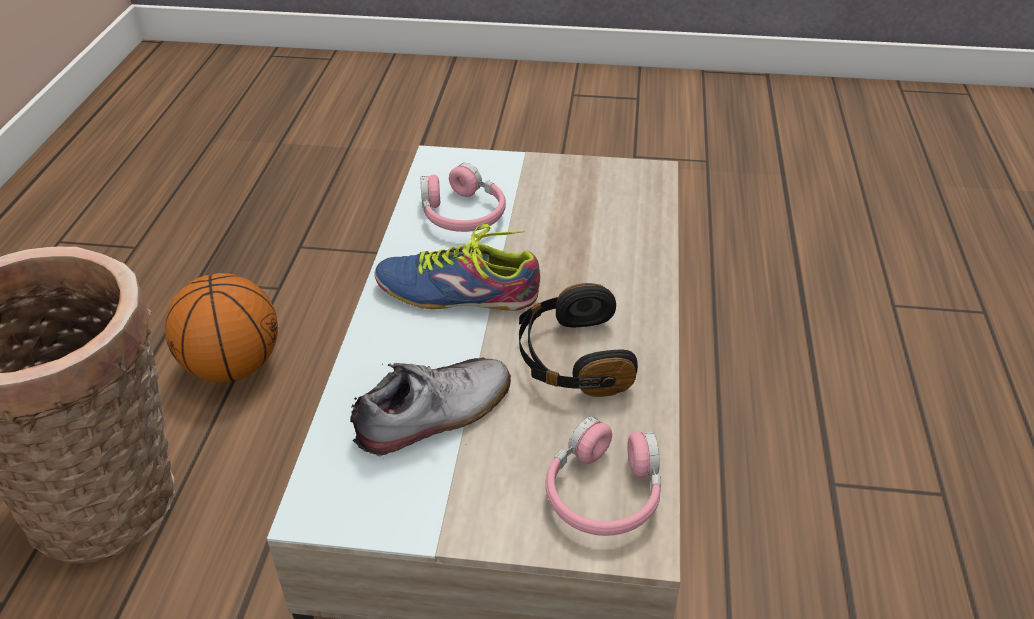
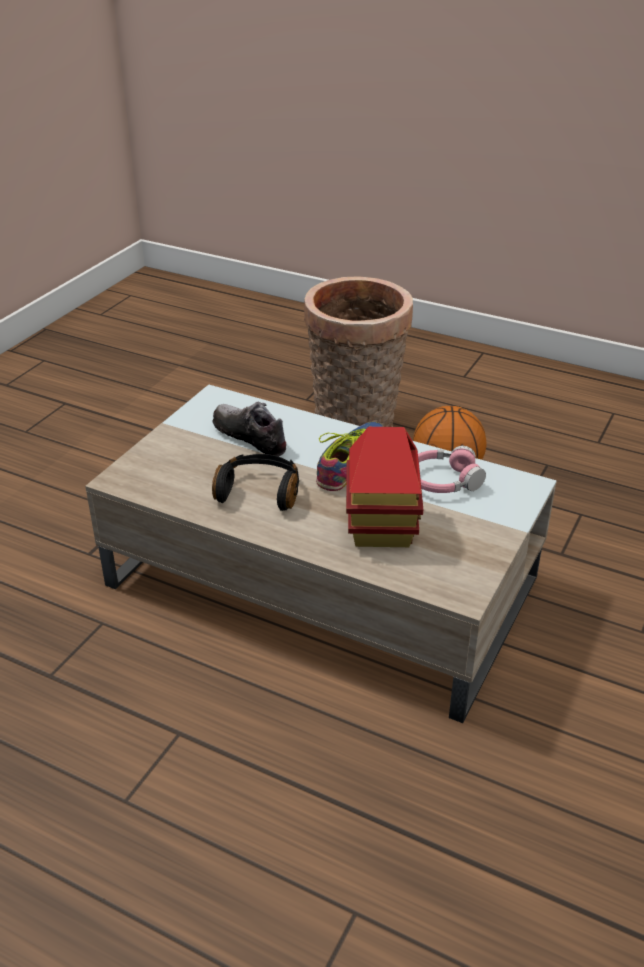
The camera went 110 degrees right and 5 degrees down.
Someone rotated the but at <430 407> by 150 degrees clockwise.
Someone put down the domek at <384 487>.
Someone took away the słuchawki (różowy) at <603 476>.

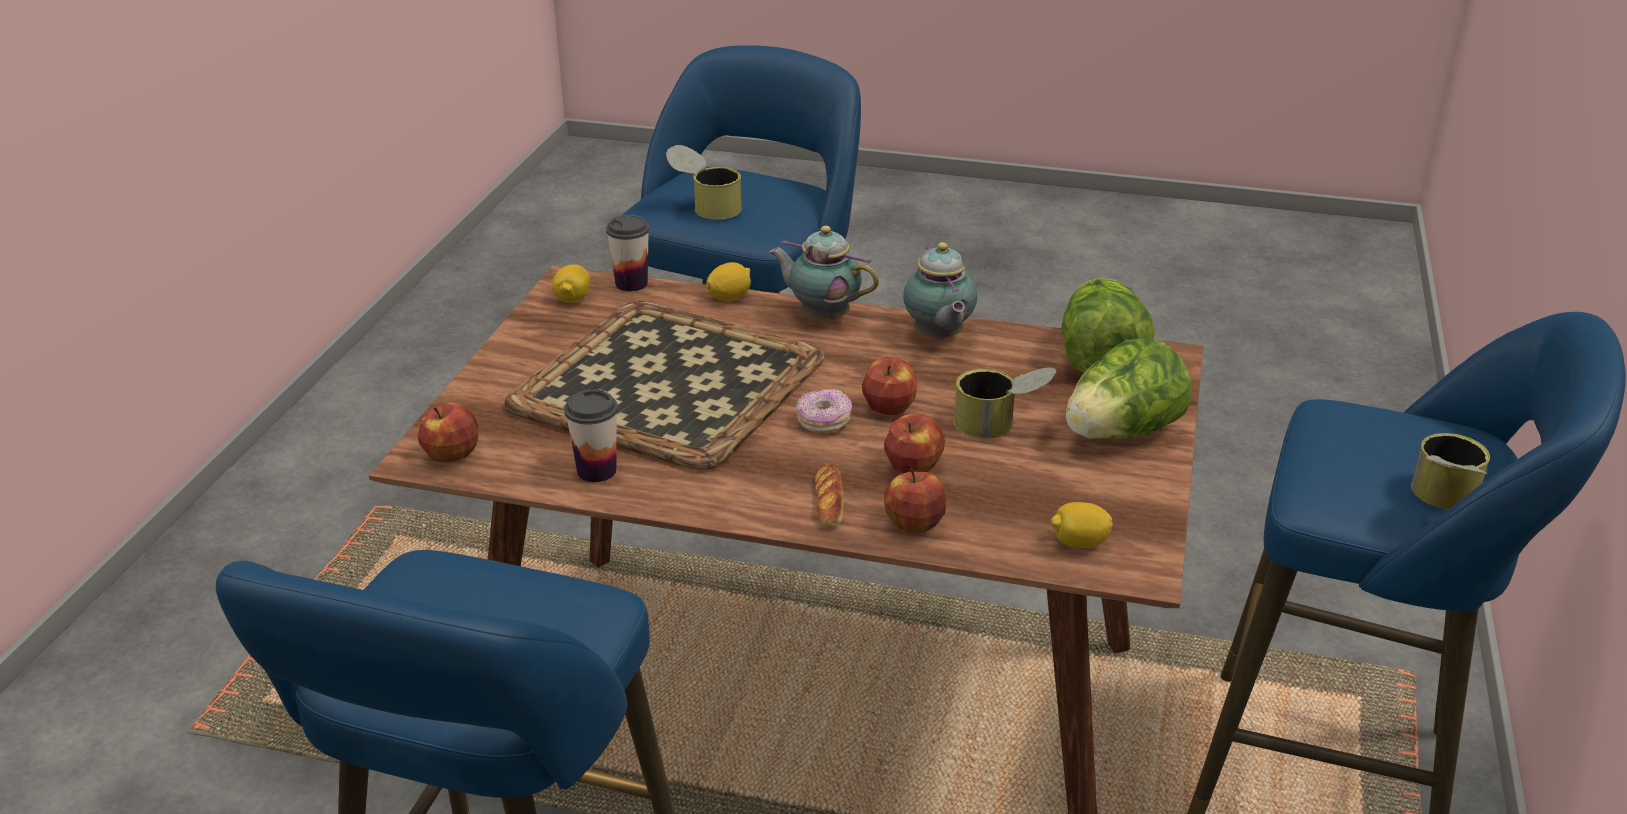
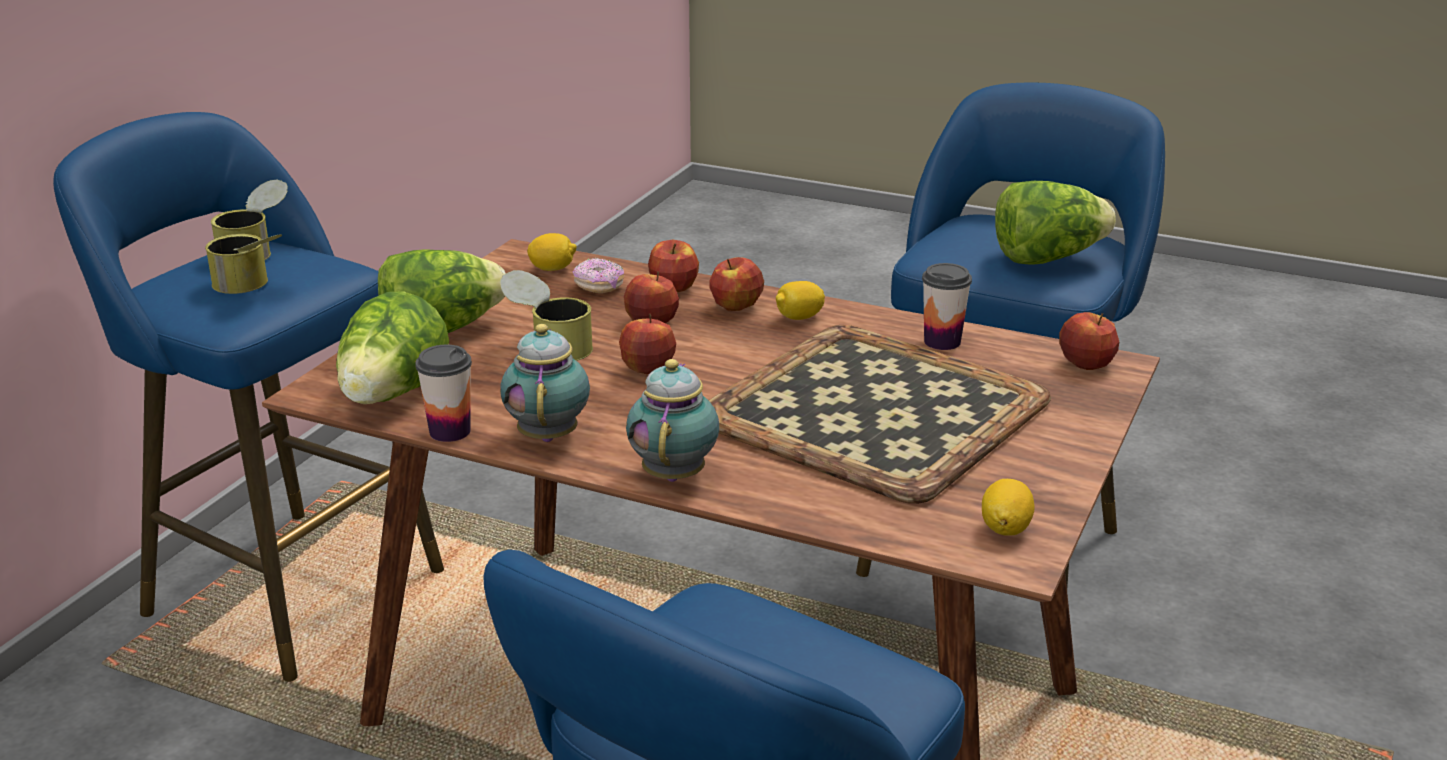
The camera went 170 degrees left and 5 degrees down.
Someone carried the puszka from <704 182> to <243 264>.
Someone carried the filiżanka from <628 253> to <443 393>.
Someone carried the donut from <824 411> to <598 275>.
Someone rotated the imbryk at <824 273> by 120 degrees counterclockwise.
Someone swapped the chleb at <829 495> for the jabłko at <736 284>.
Someone carried the cytryna from <728 282> to <800 300>.
Someone put down the sałata at <1055 223>.

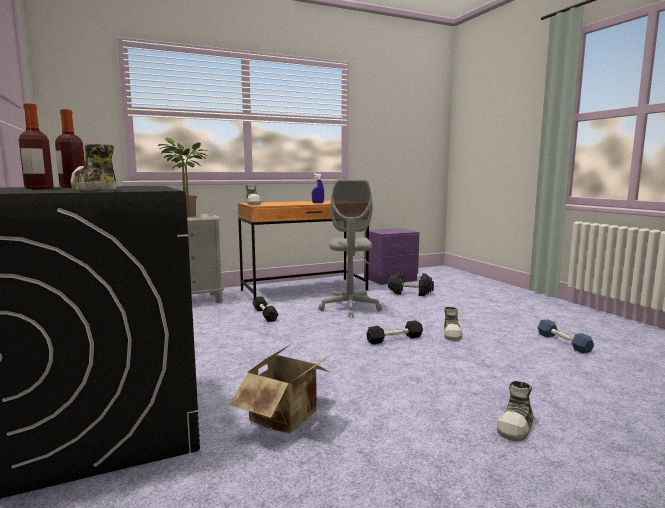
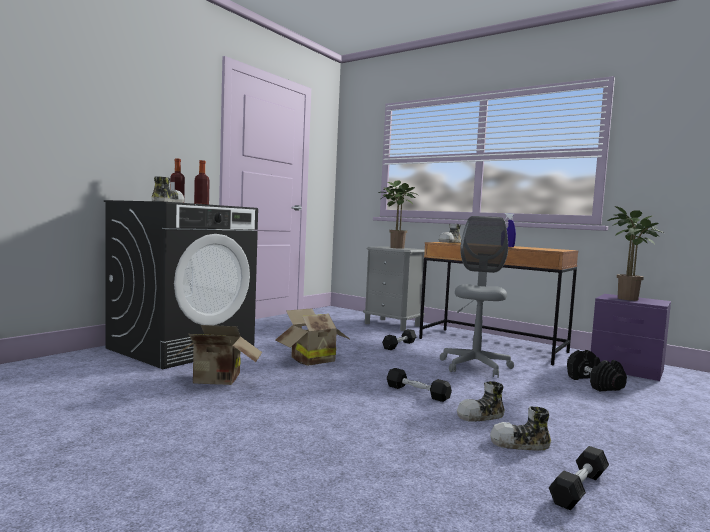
The camera went 60 degrees right and 5 degrees down.
Someone put down the karton at <313 337>.
Someone rotated the krzesło biurowe (szary) at <350 248> by 135 degrees clockwise.
Someone carried the but from <515 411> to <520 428>.
Someone repainted the hantel (niebieski) at <565 336>, which became the hantel (czarny) at <579 478>.
Someone put down the roślina doniczkowa at <636 253>.

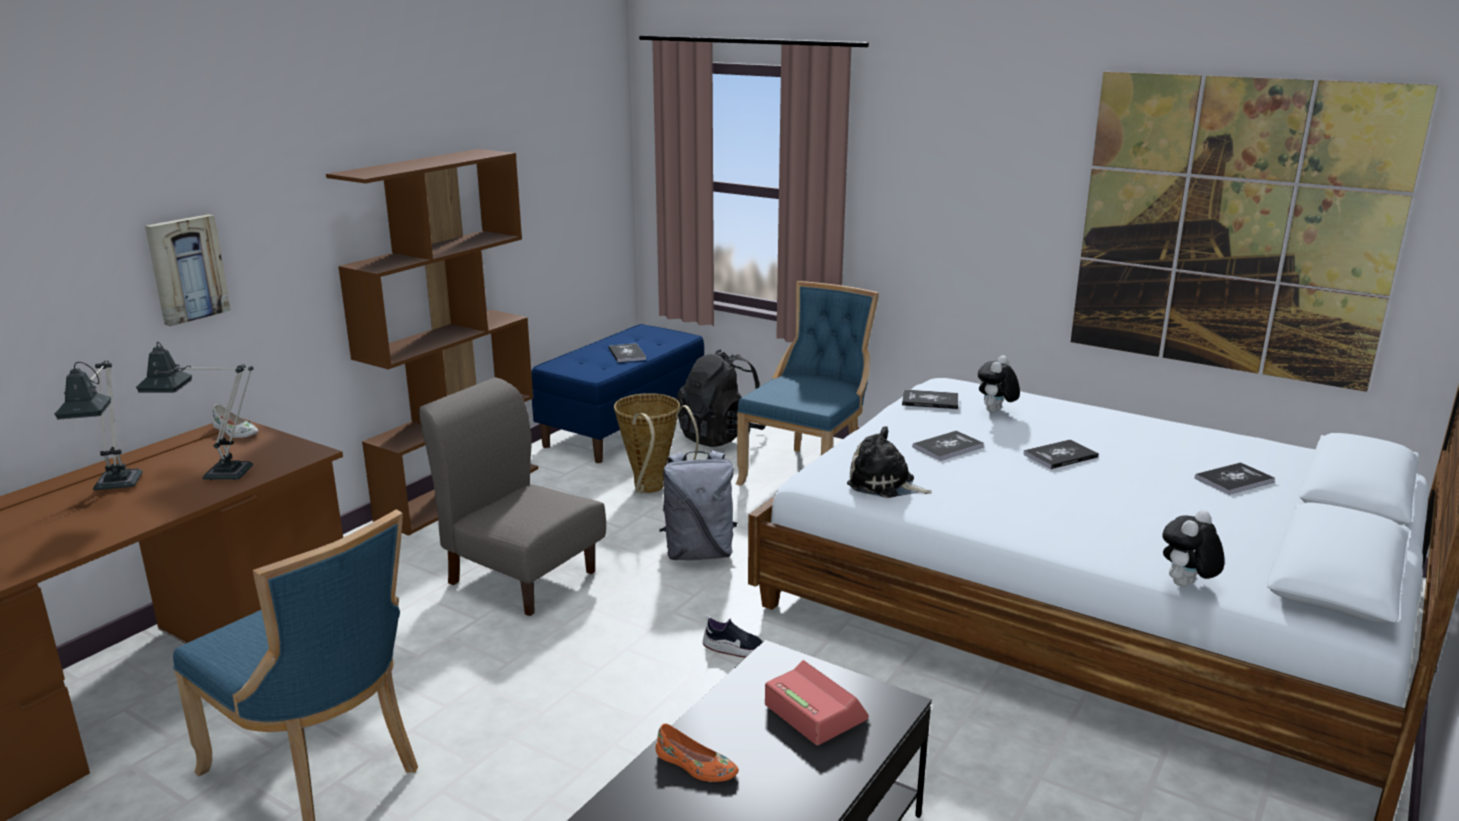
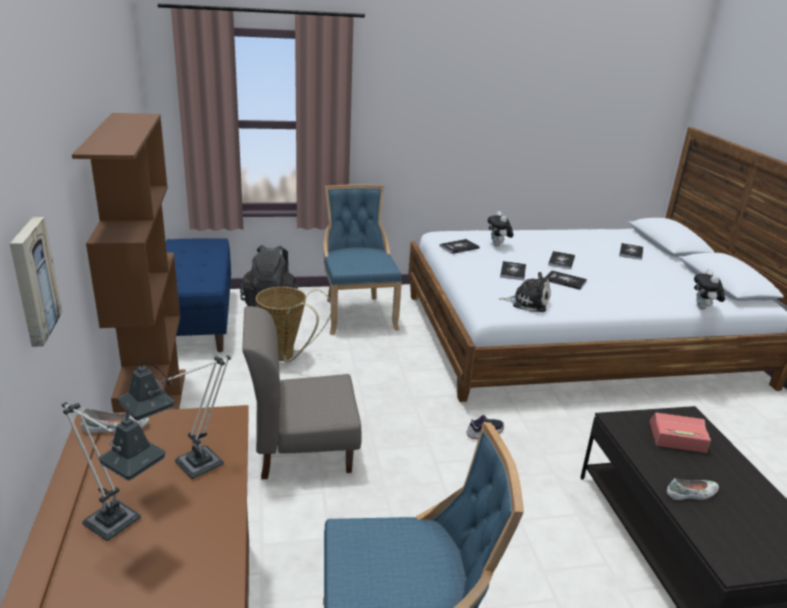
The camera went 45 degrees left and 5 degrees up.
Someone rotated the pluszak at <889 462> by 150 degrees counterclockwise.
Someone carried the książka from <627 353> to <566 280>.
Someone repainted the but (pomarańczowy) at <697 753>, which became the but (biały) at <693 489>.
Someone took away the plecak (szary) at <698 505>.
Someone took away the obraz at <1254 232>.

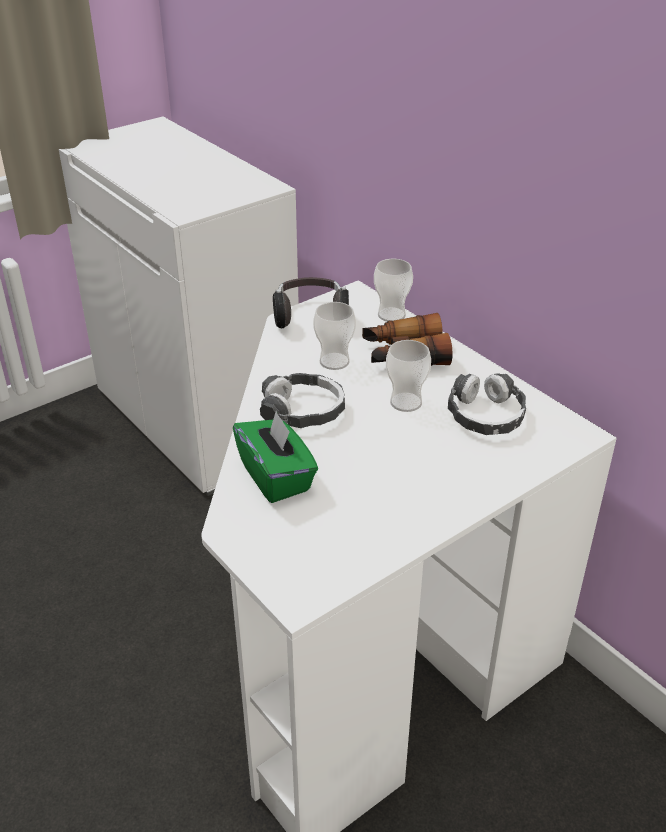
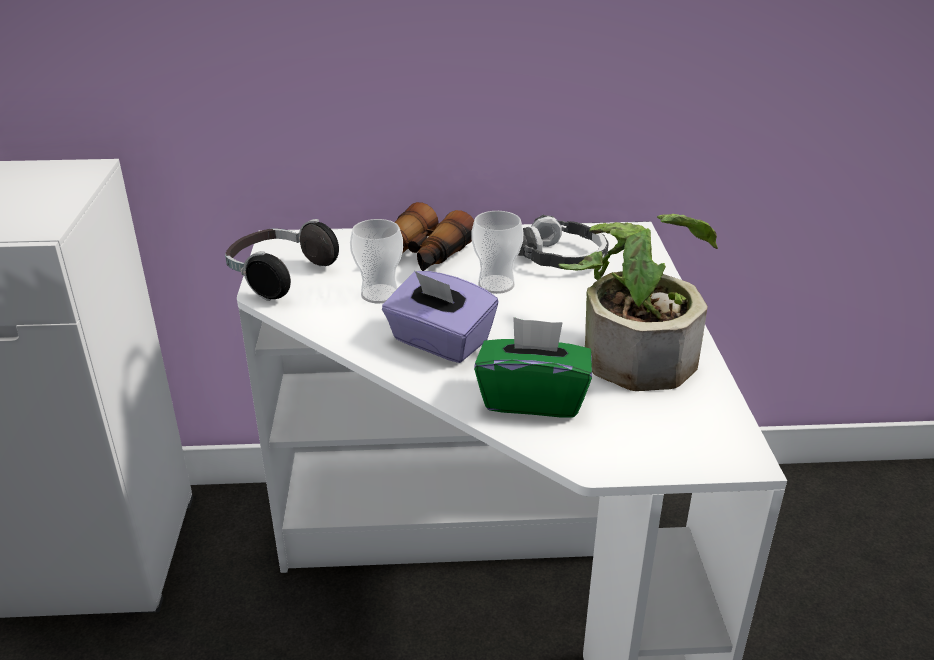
The camera went 55 degrees left and 5 degrees down.
Someone swapped the słuchawki at <302 400> for the pudełko chusteczek (fioletowy) at <440 317>.
Someone put down the roślina doniczkowa at <638 302>.
Someone took away the filiżanka at <393 290>.

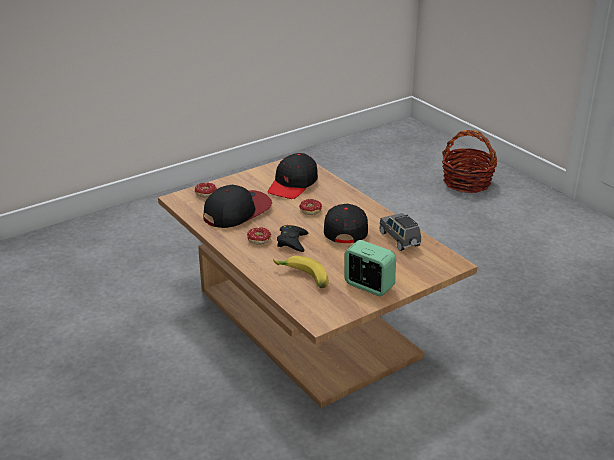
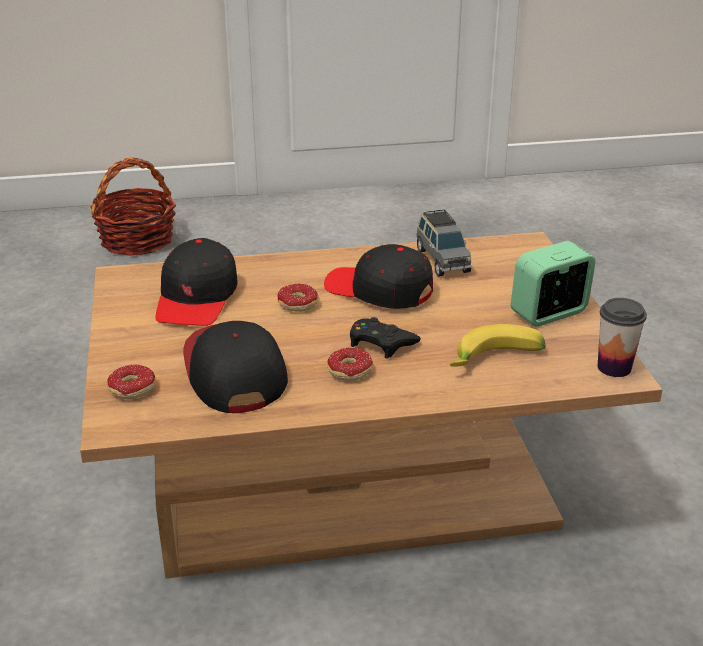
The camera went 65 degrees left and 0 degrees up.
Someone rotated the czapka z daszkiem (czarny) at <293 176> by 45 degrees clockwise.
Someone rotated the samochodzik (szary) at <400 232> by 105 degrees counterclockwise.
Someone put down the filiżanka at <622 337>.

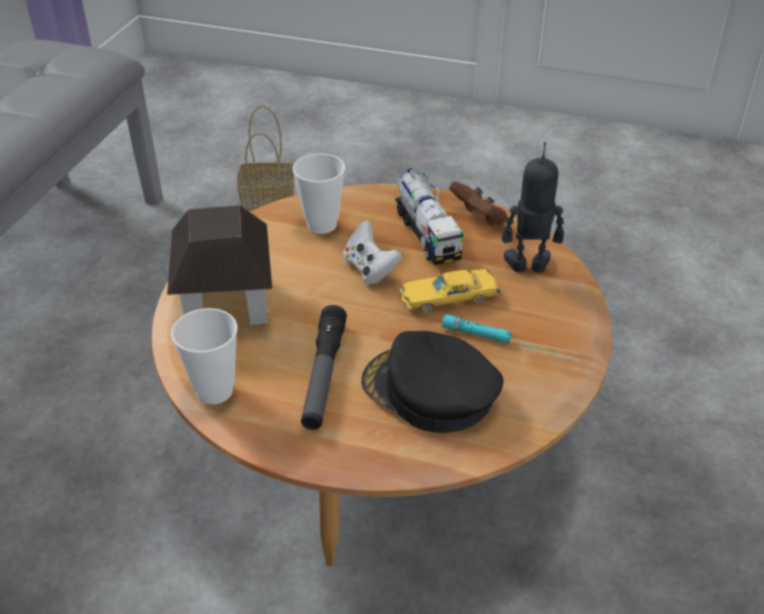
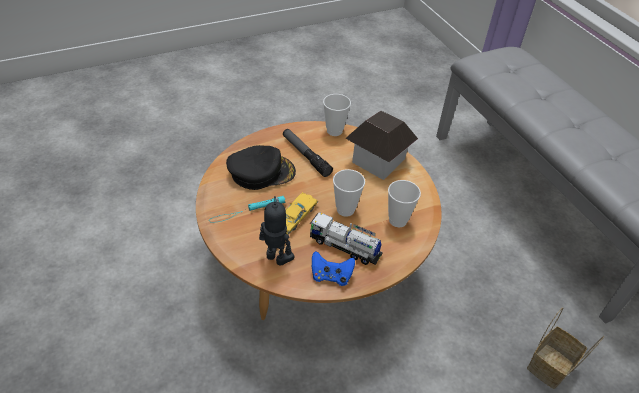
The camera went 135 degrees right and 5 degrees up.
Someone rotated the robot zabawkowy at <533 207> by 105 degrees counterclockwise.
Someone repainted the pad do gier (brązowy) at <478 203>, which became the pad do gier (niebieski) at <333 268>.
Someone swapped the pad do gier (biały) at <372 252> for the filiżanka at <349 193>.

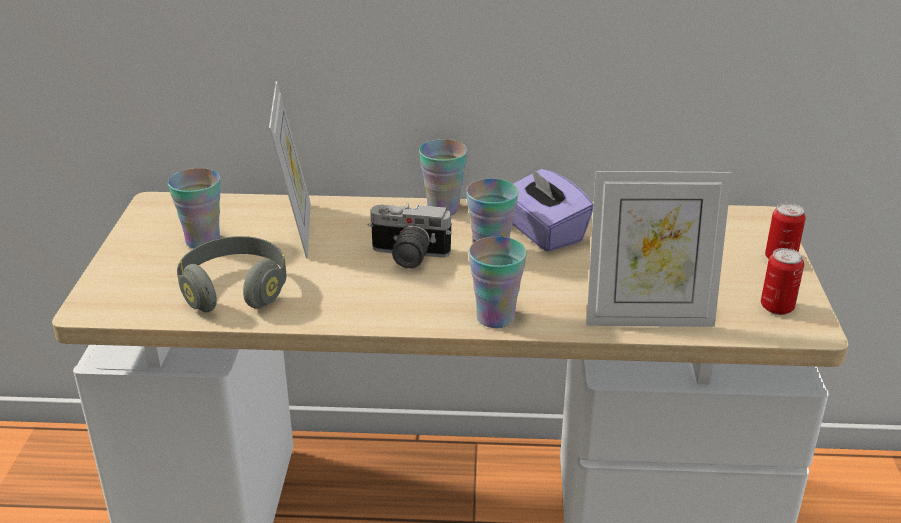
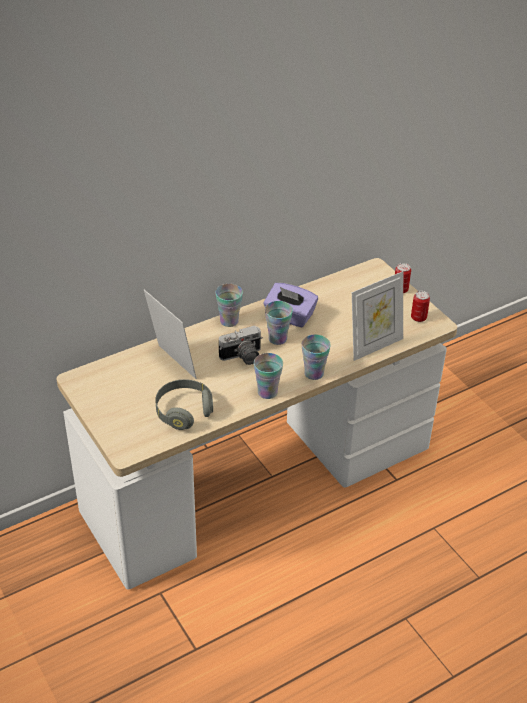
The camera went 35 degrees left and 10 degrees up.
Someone carried the filiżanka from <194 208> to <268 376>.

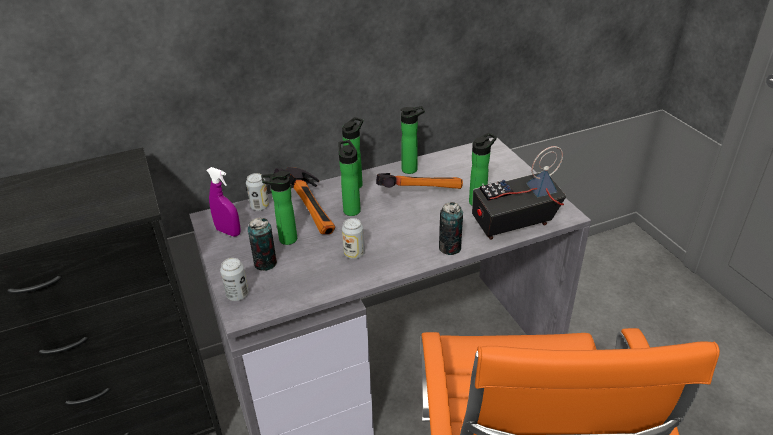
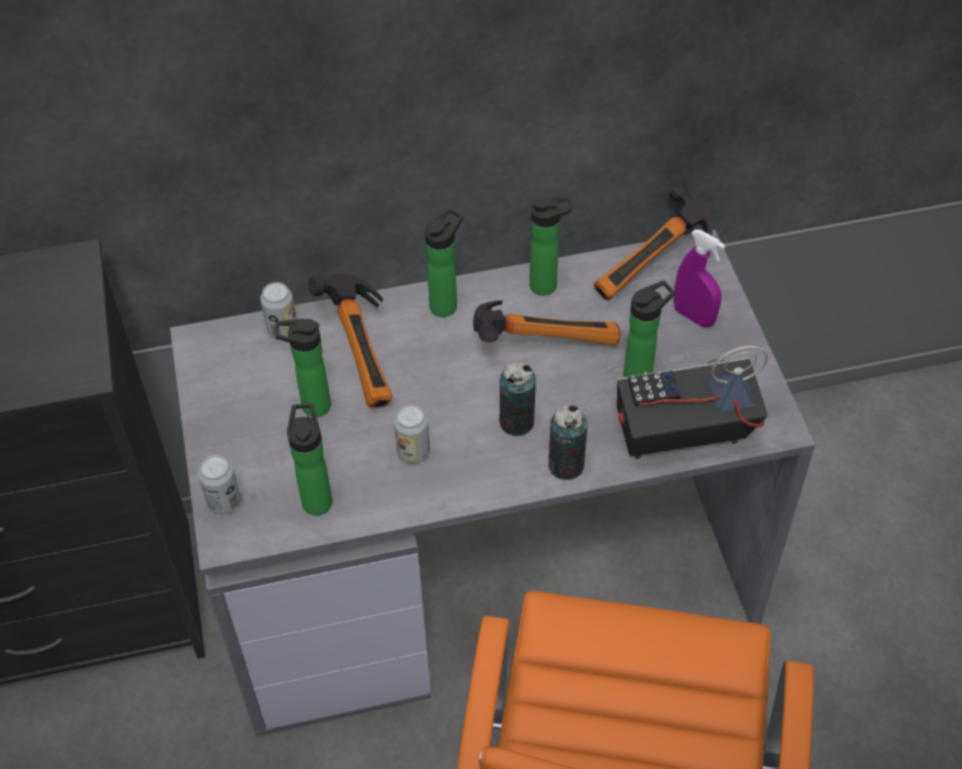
The camera went 10 degrees right and 15 degrees up.
Someone carried the butelka from <350 178> to <309 459>.
Someone carried the puszka from <262 244> to <517 399>.
Someone put down the młotek at <654 241>.
Someone carried the spryskiwacz (fioletowy) from <223 202> to <699 278>.

